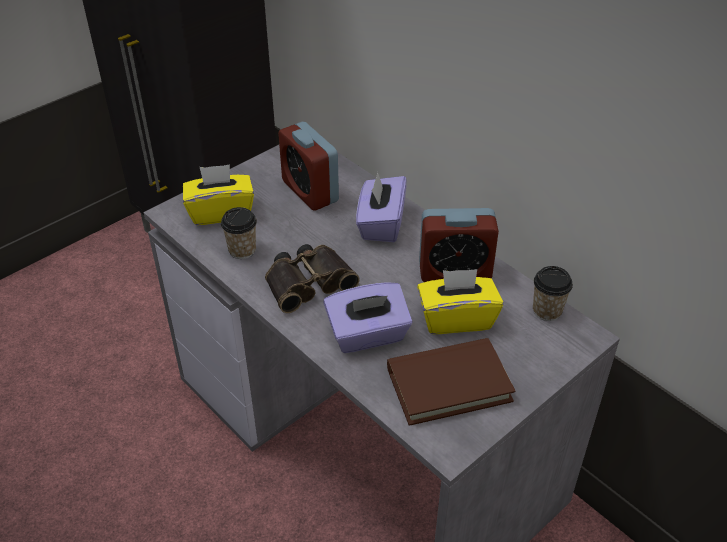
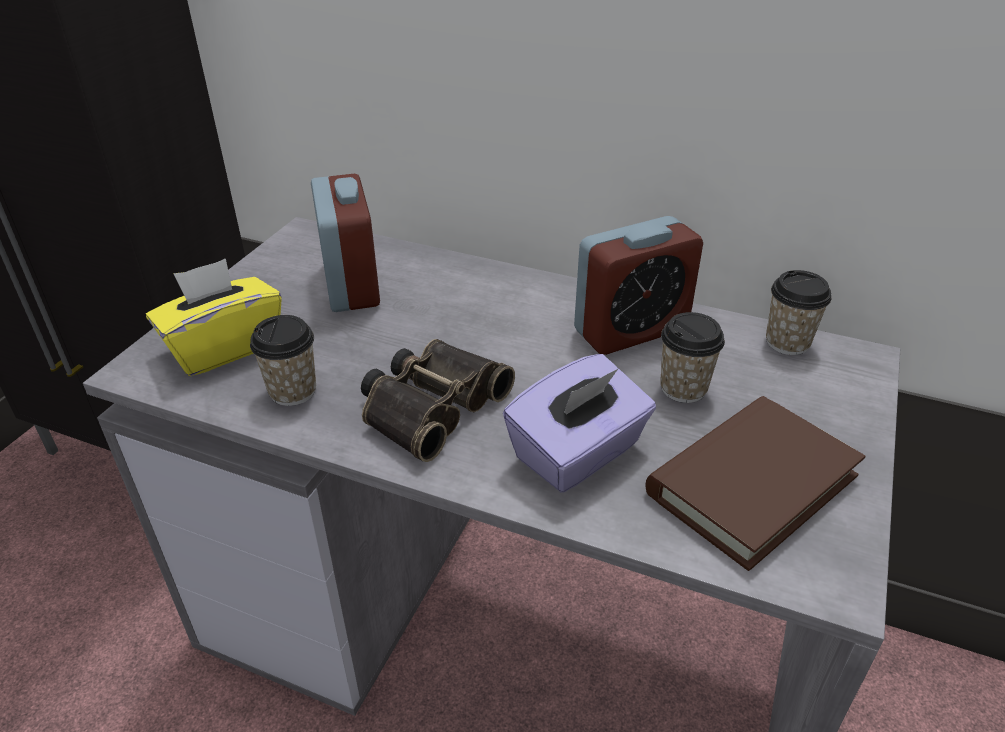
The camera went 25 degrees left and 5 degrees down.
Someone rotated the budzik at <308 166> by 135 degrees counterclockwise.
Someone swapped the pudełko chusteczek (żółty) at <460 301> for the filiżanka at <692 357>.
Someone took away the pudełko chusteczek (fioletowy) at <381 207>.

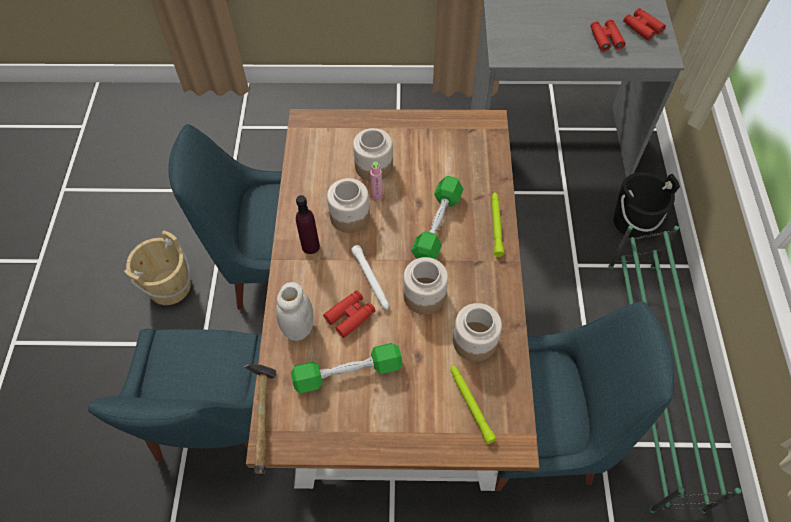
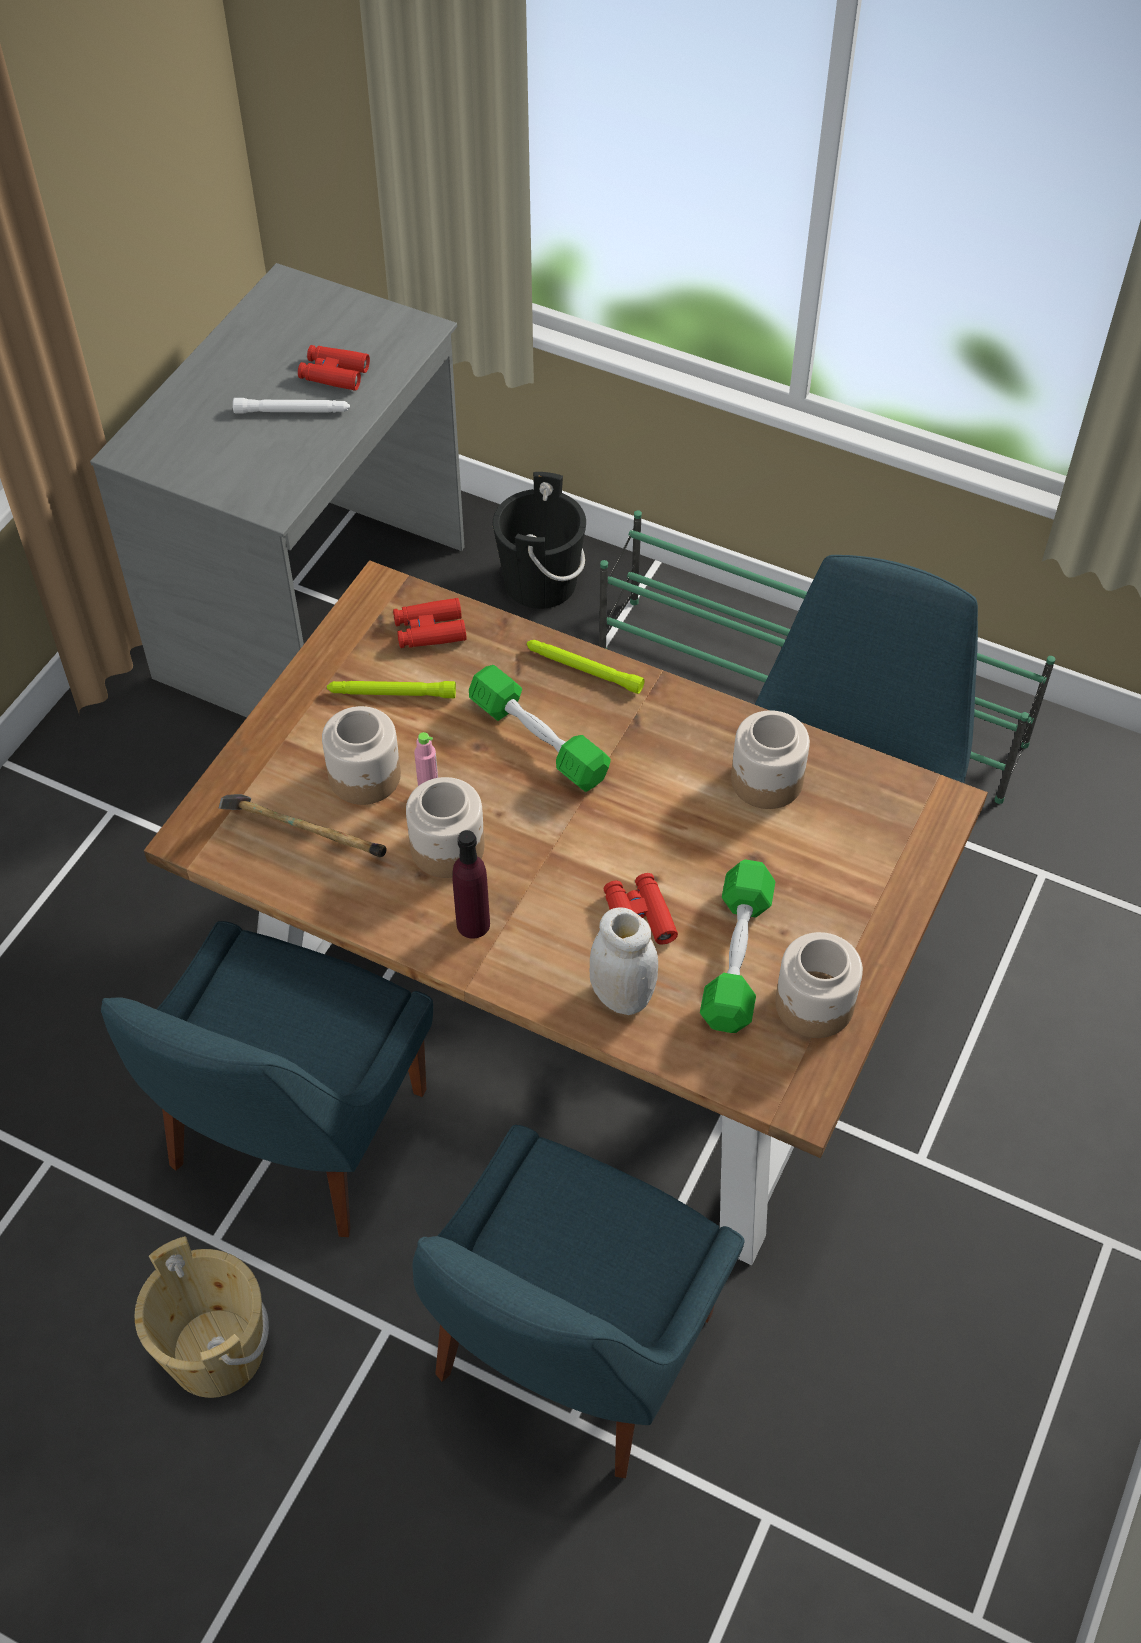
The camera went 65 degrees left and 5 degrees down.
Someone carried the młotek from <260 420> to <303 825>.
Someone carried the latarka (biały) from <370 277> to <291 406>.
Someone carried the latarka (zielony) from <473 405> to <391 689>.
Someone carried the lornetka (czerwony) from <644 24> to <430 623>.
Someone rotated the krzesło (niebieski) at <174 396> by 90 degrees clockwise.
Someone carried the słoik from <425 285> to <819 985>.

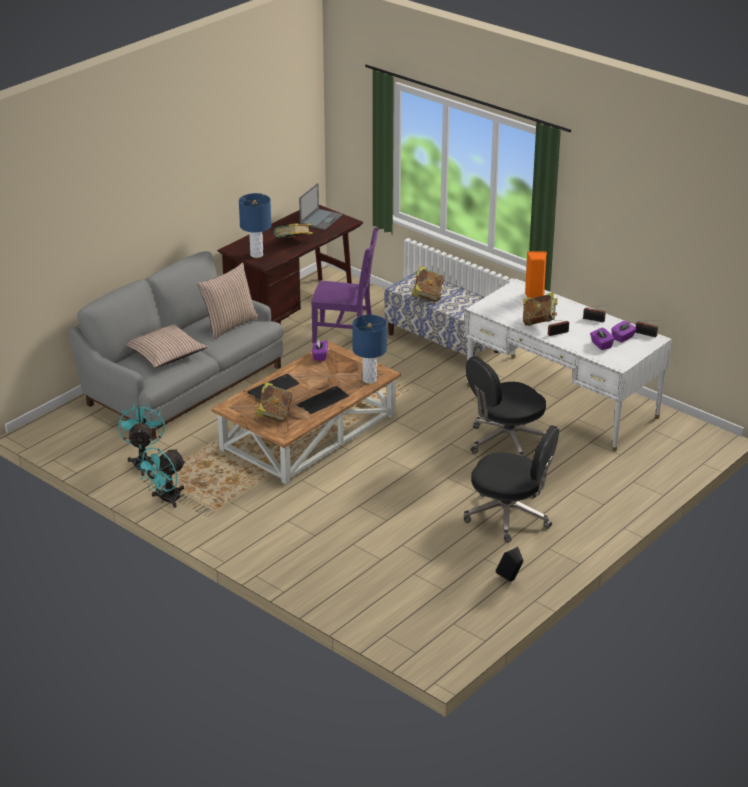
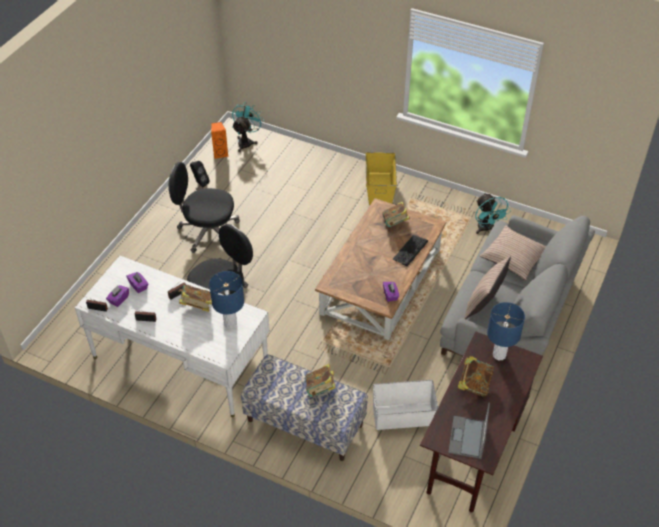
The camera went 165 degrees right and 15 degrees up.
Someone carried the lampa stołowa (niebieski) from <369 349> to <226 300>.
Someone carried the głośnik (pomarańczowy) from <536 274> to <220 140>.
Someone carried the wentylator (turkusowy) from <160 477> to <248 128>.
Someone put down the pojemnik do przechowywania (żółty) at <381 178>.
Someone swapped the krzesło (fioletowy) at <344 285> for the pojemnik do przechowywania (biały) at <405 405>.
Someone took away the klawiatura at <323 400>.

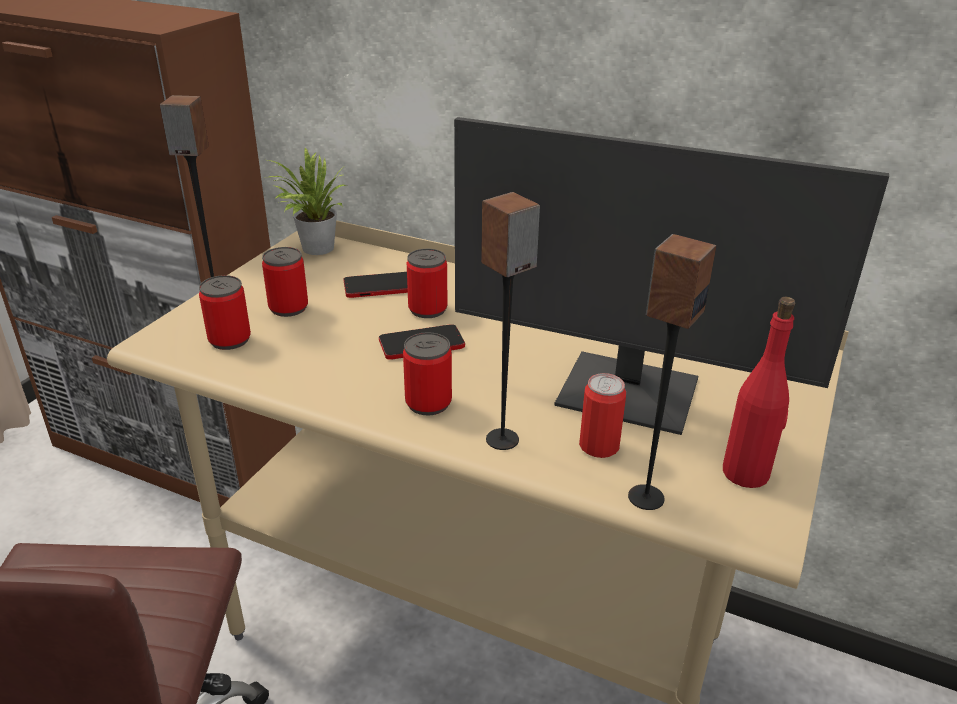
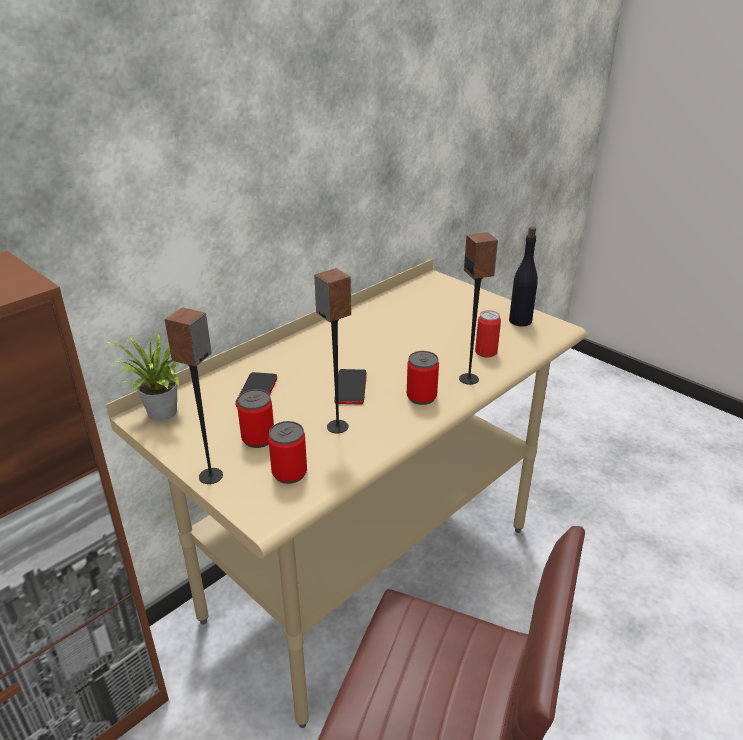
The camera went 70 degrees left and 0 degrees up.
Someone carried the głośnik from <672 372> to <332 350>.
Someone repainted the butelka (czerwony) at <759 392>, which became the butelka (czarny) at <523 277>.
Someone took away the puszka at <427 283>.
Someone took away the monitor at <671 276>.

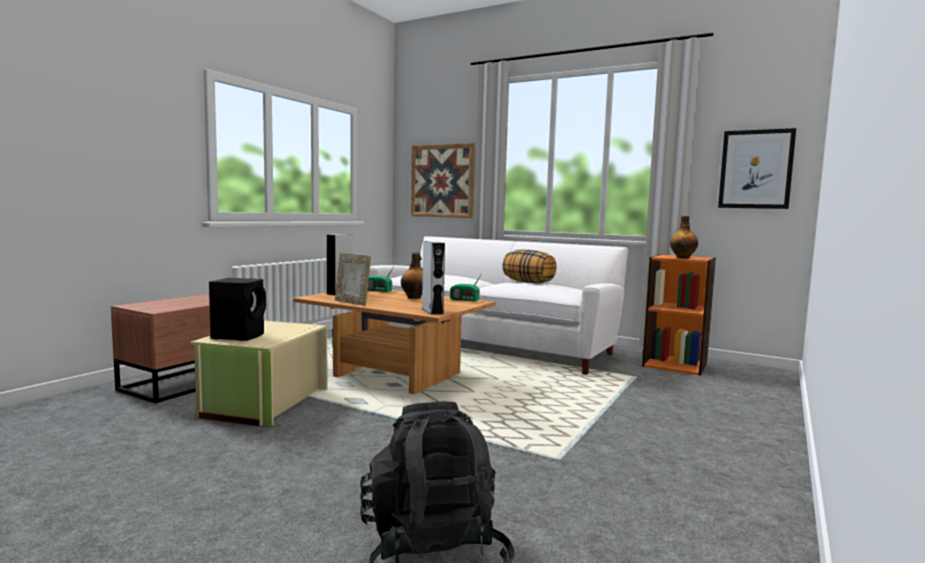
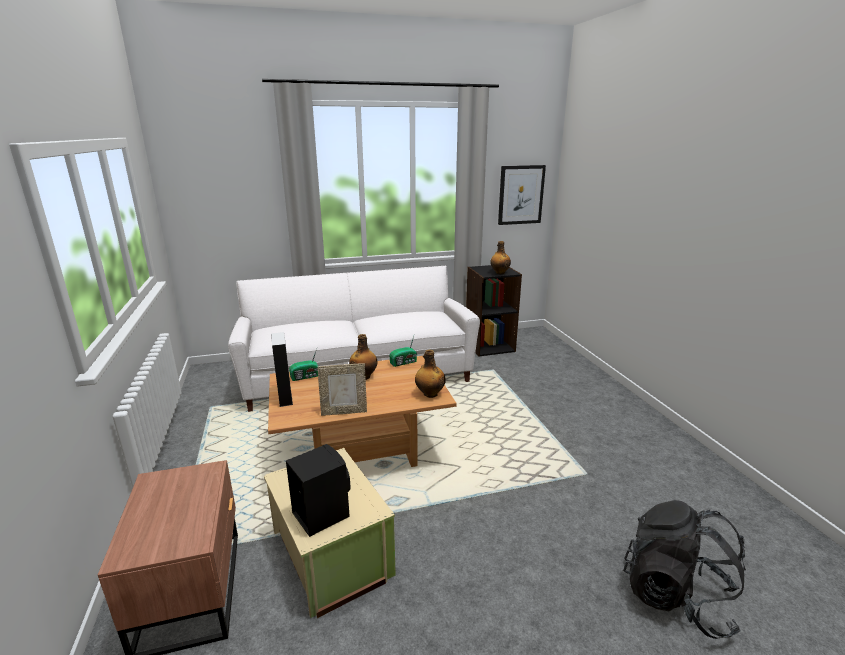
The camera went 45 degrees left and 15 degrees up.
Someone swapped the głośnik (szary) at <433 278> for the butelka at <430 374>.
Someone repainted the regał (pomarańczowy) at <679 315>, which became the regał (czarny) at <494 311>.
Someone took away the obraz at <443 180>.
Someone took away the poduszka at <529 266>.

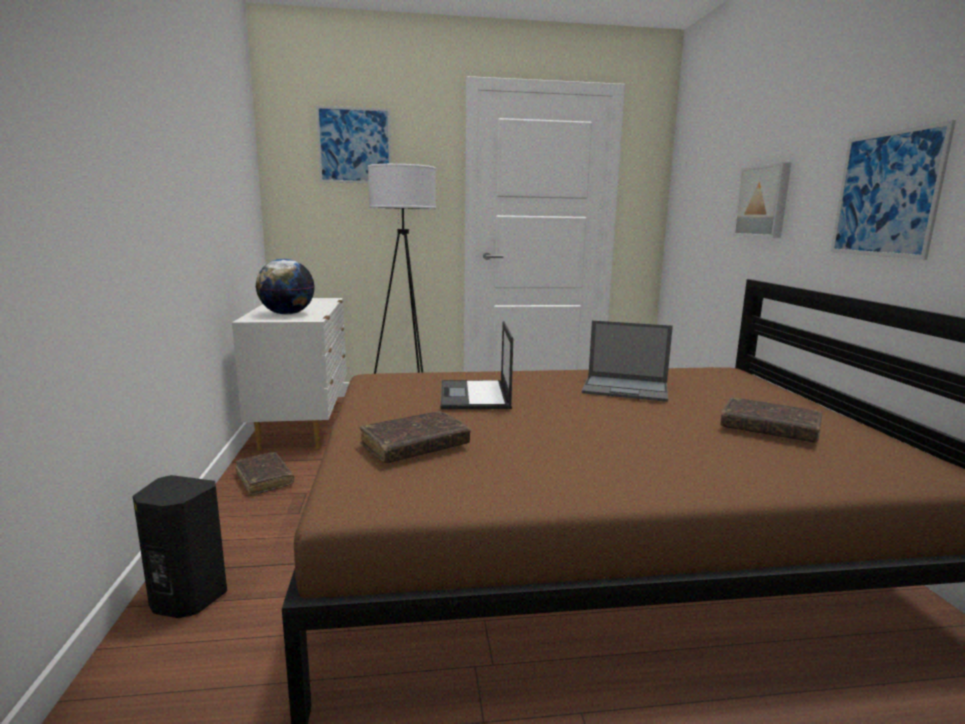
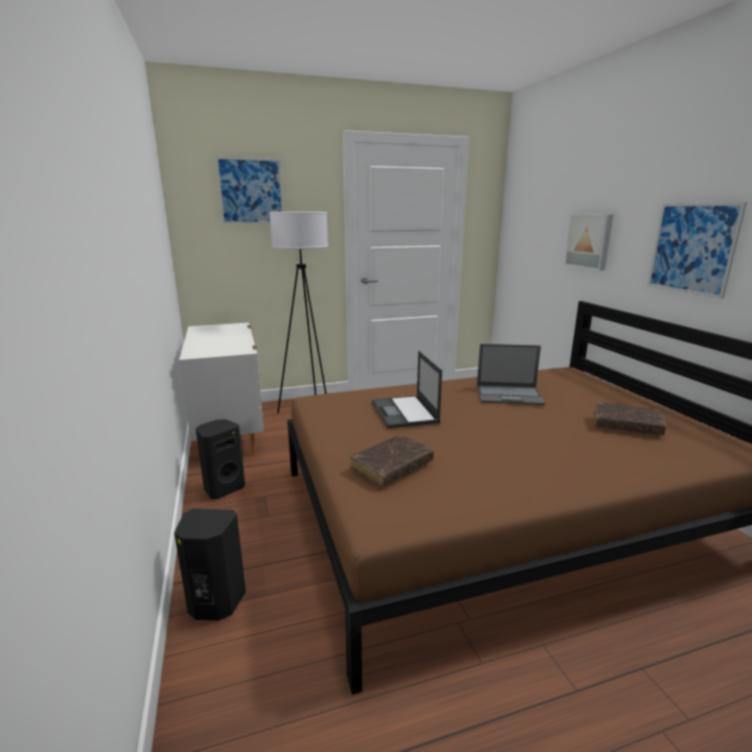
The camera went 10 degrees left and 5 degrees up.
Someone swapped the książka (brązowy) at <264 473> for the głośnik (czarny) at <220 459>.
Someone took away the globus at <285 287>.

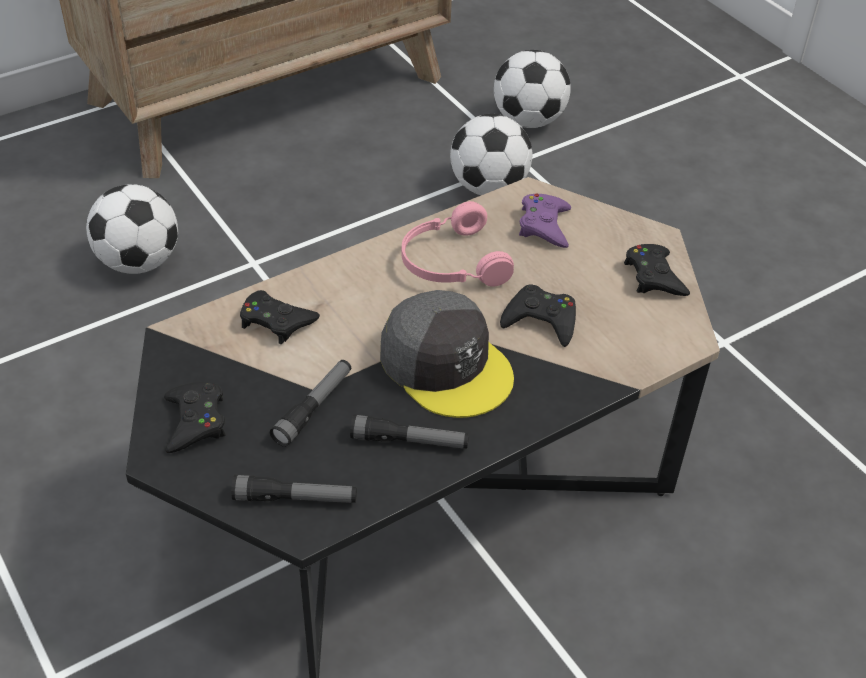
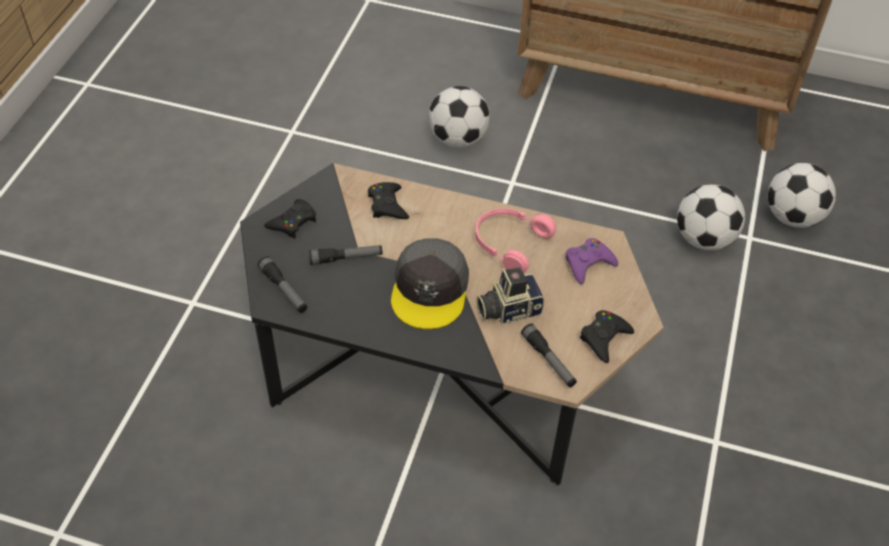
The camera went 50 degrees right and 5 degrees up.
Someone swapped the pad do gier (czarny) at <538 315> for the aparat fotograficzny at <511 295>.
Someone carried the latarka from <409 432> to <549 355>.

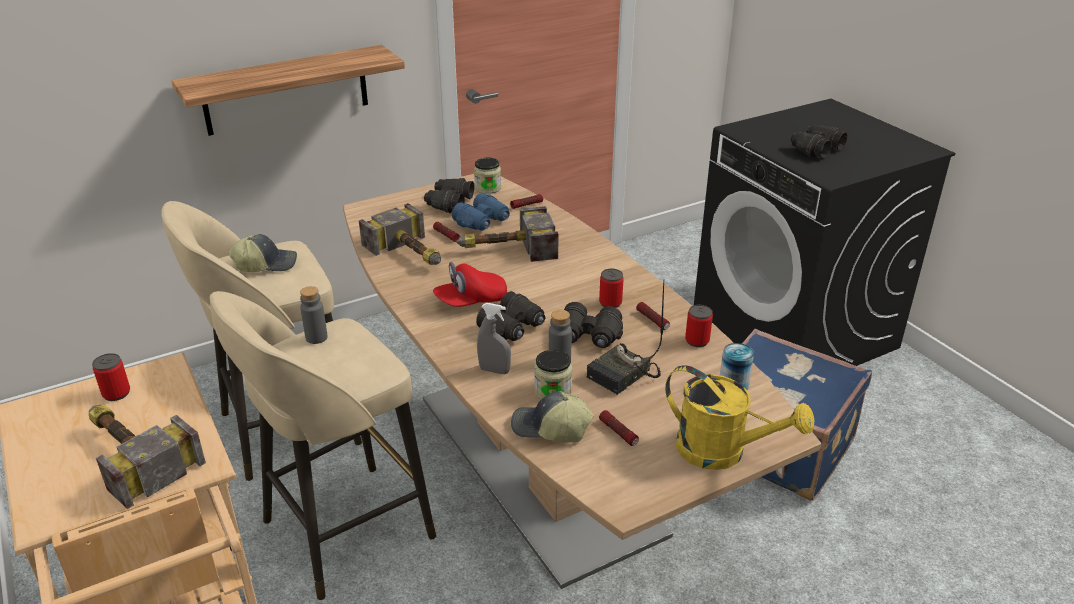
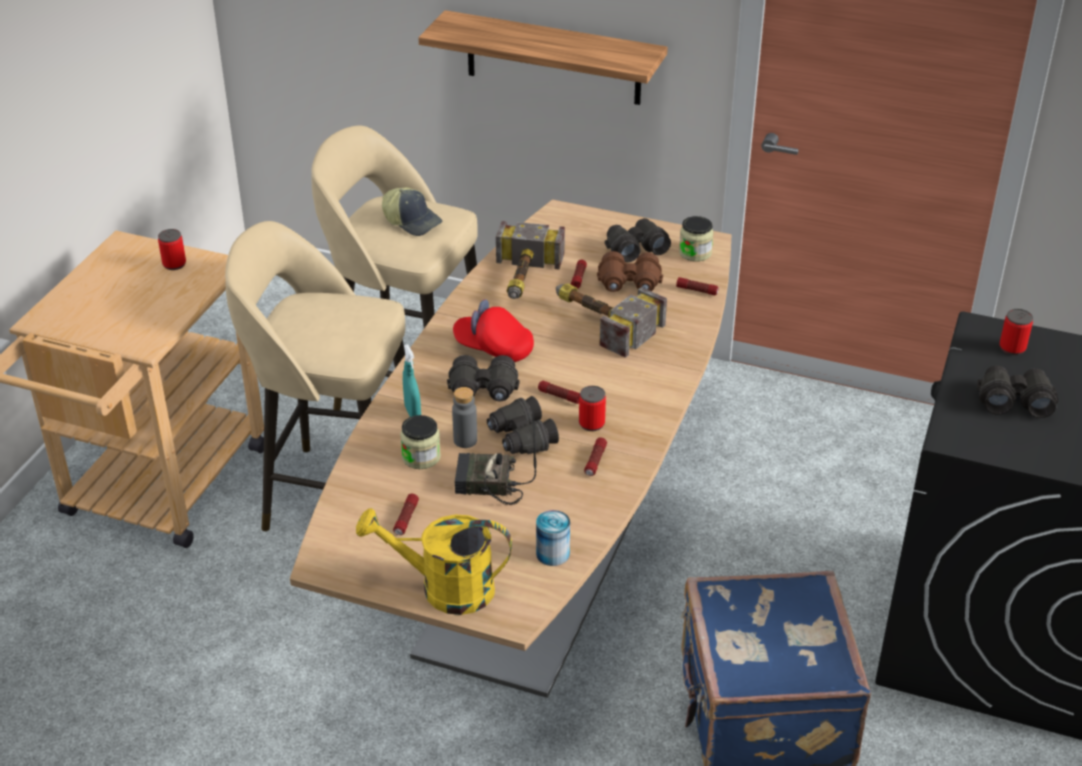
The camera went 50 degrees right and 5 degrees up.
Someone rotated the konewka (żółty) at <739 417> by 105 degrees clockwise.
Someone repainted the spryskiwacz (szary) at <494 338>, which became the spryskiwacz (turkusowy) at <412 380>.
Someone put down the latarka at <559 392>.
Someone repainted the lornetka (niebieski) at <481 212>, which became the lornetka (brązowy) at <630 271>.
Someone carried the puszka from <699 326> to <1016 332>.
Someone took away the młotek at <147 457>.
Someone took away the butelka (szary) at <313 315>.
Someone took away the czapka z daszkiem at <552 417>.

